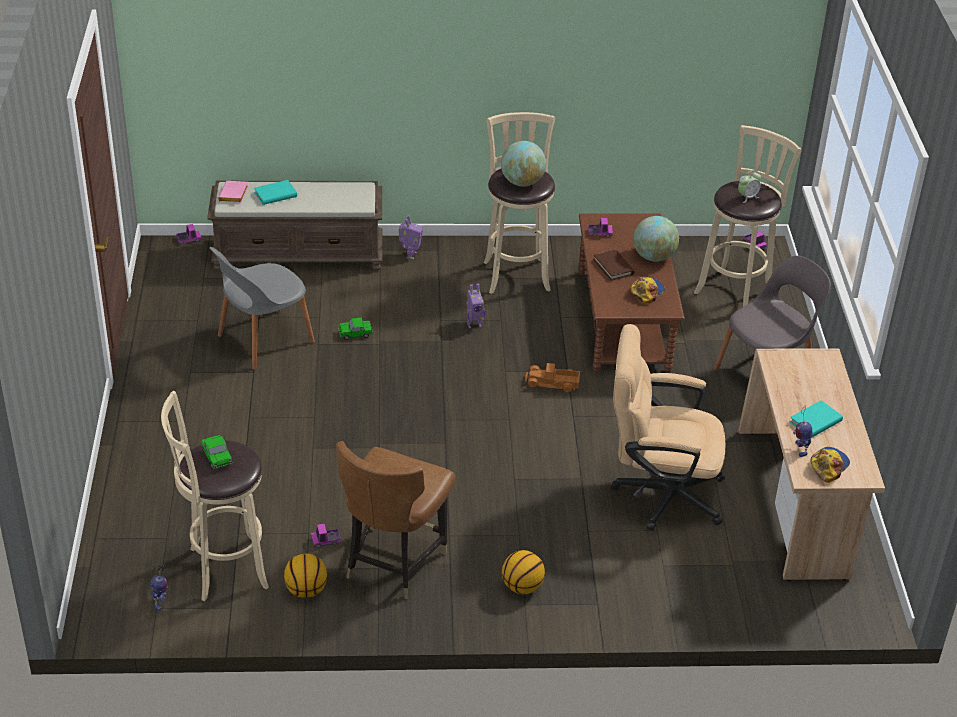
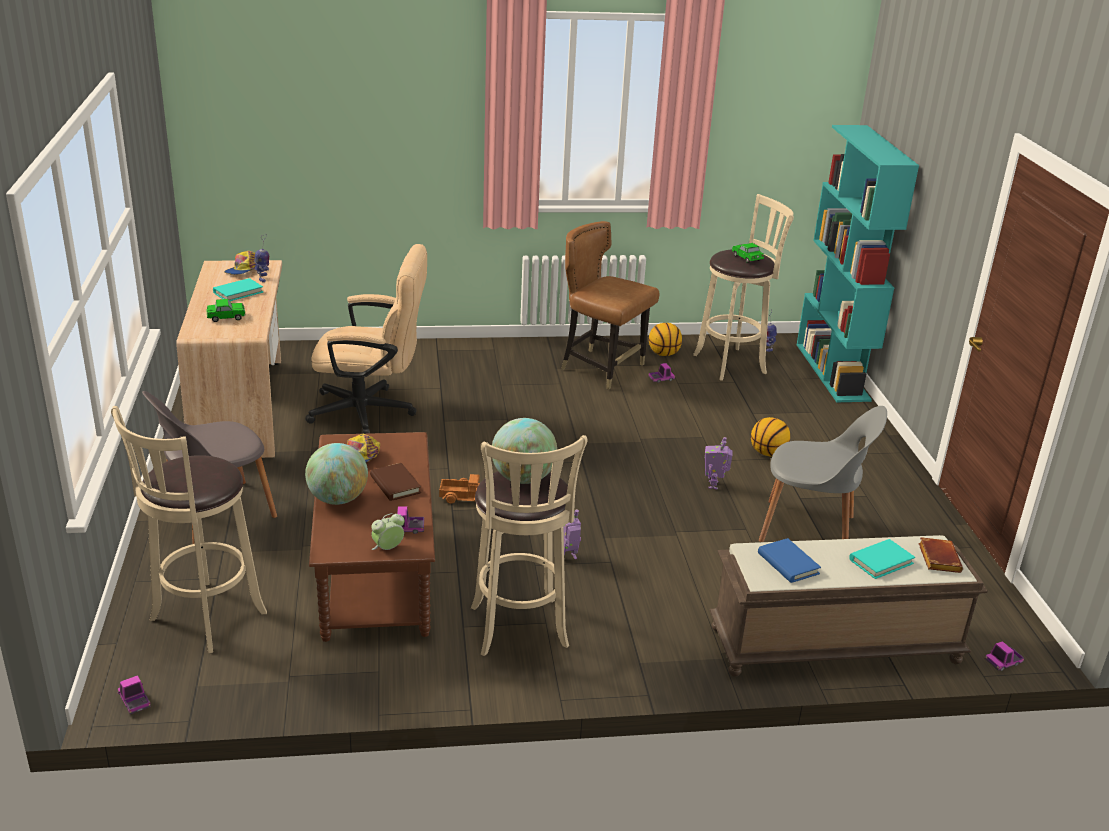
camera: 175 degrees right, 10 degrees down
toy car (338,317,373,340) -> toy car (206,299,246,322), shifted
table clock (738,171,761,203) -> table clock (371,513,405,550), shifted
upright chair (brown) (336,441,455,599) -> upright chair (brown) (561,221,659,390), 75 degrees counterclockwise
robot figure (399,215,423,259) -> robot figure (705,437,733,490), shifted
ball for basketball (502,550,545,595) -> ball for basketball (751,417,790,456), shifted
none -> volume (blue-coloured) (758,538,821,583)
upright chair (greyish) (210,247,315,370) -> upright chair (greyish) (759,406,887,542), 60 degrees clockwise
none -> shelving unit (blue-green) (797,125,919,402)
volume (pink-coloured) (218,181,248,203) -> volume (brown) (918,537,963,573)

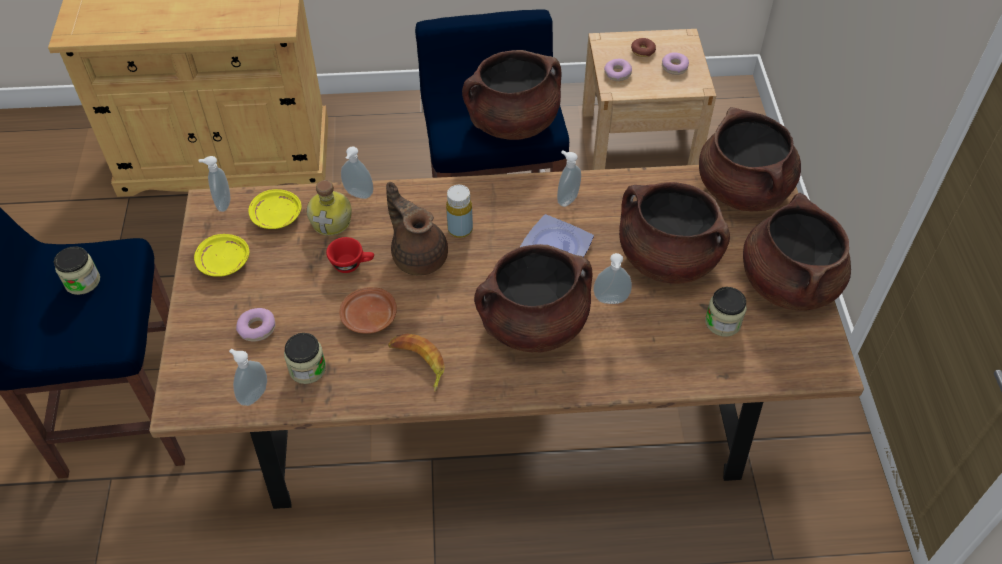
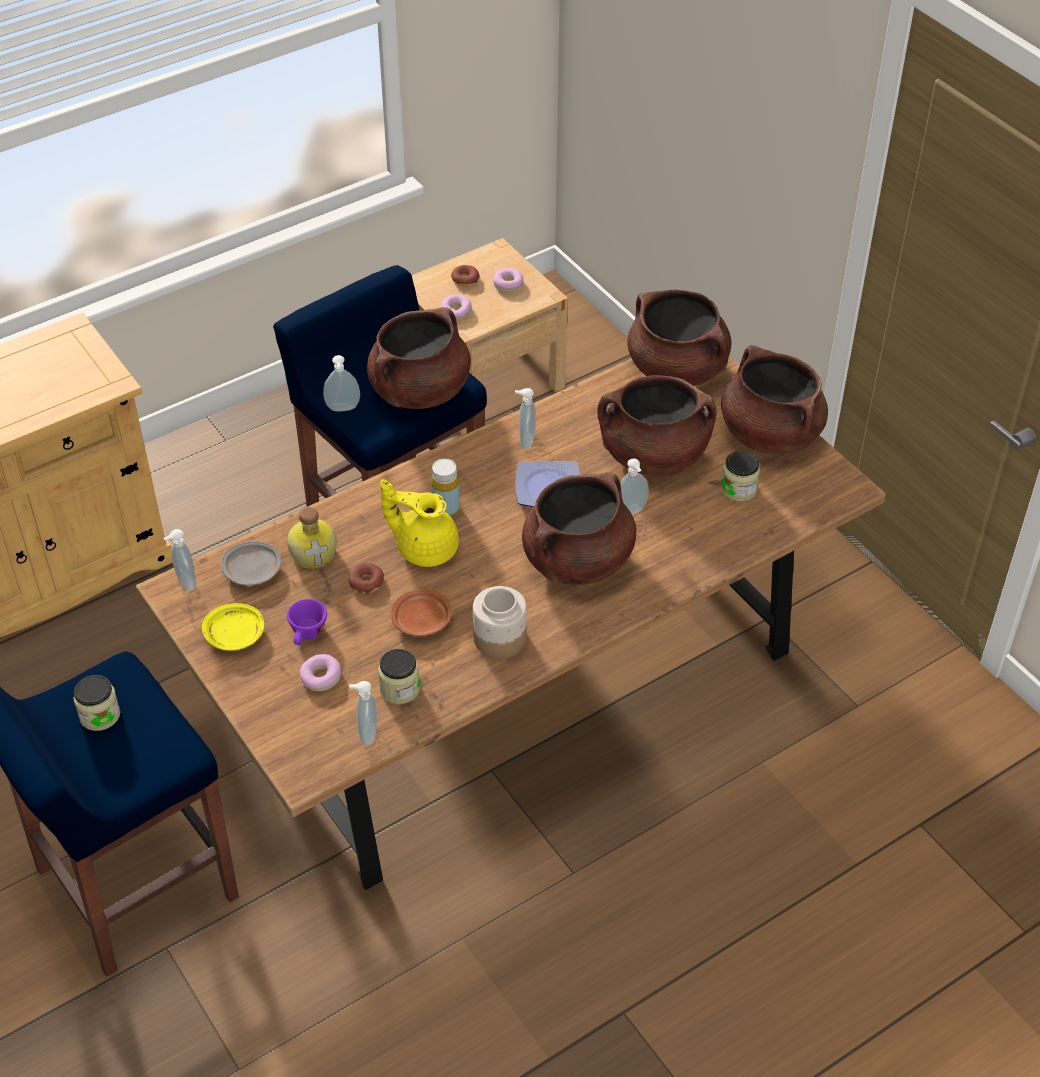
camera: 30 degrees left, 5 degrees down
dinner plate (yellow-coloured) (248,189,302,229) -> dinner plate (greyish) (221,541,281,586)
none -> cup (purple-coloured) (287,599,327,645)
soap bottle (341,146,374,199) -> soap bottle (323,355,360,411), shifted
cup (red-coloured) (326,237,374,273) -> doughnut (348,563,384,595)
pot for tea (brown) (386,182,448,276) -> pot for tea (yellow-coloured) (380,479,459,567)
banana fruit (388,333,445,392) -> jar (473,586,527,658)

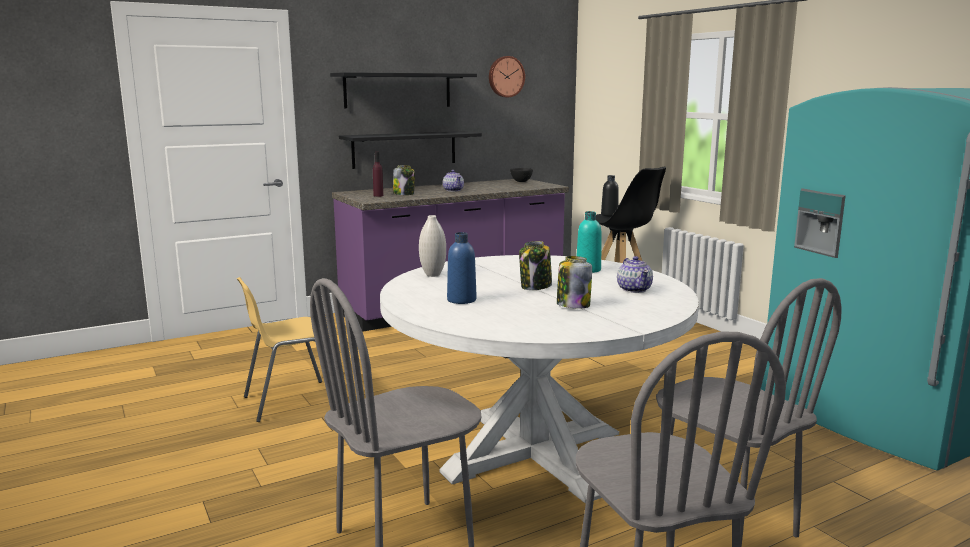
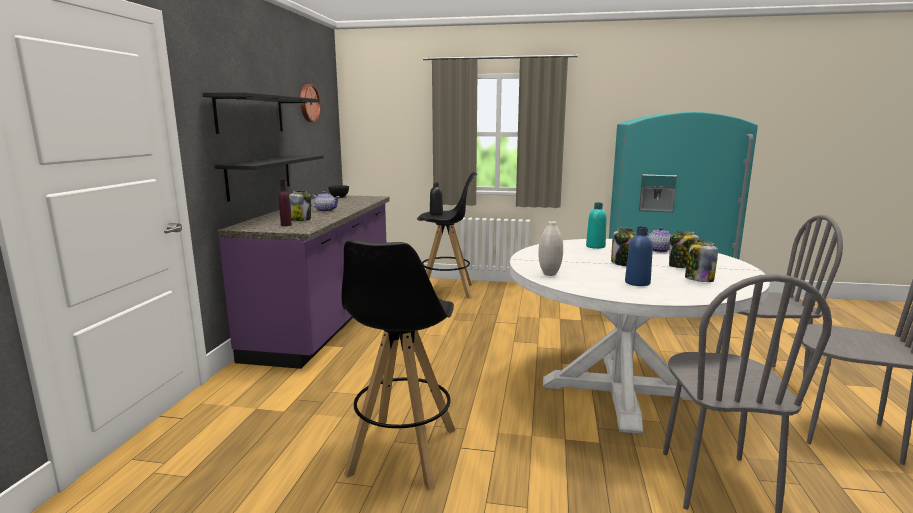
camera: 50 degrees left, 0 degrees up
upright chair (yellow-coloured) (237,277,322,422) -> stool seat (blackish) (341,240,456,490)
none -> jar (685,240,718,282)

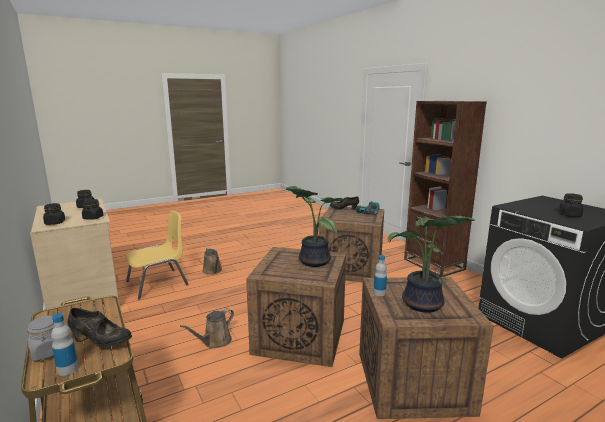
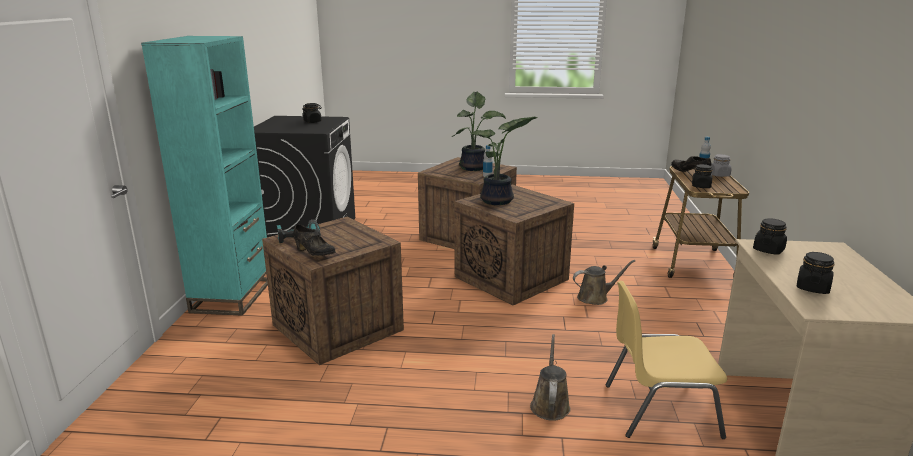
camera: 145 degrees left, 5 degrees up
shelving unit (brown) (404,101,487,277) -> shelving unit (blue-green) (141,36,268,316)
jar (blackish) (43,203,65,225) -> jar (blackish) (692,164,713,188), shifted

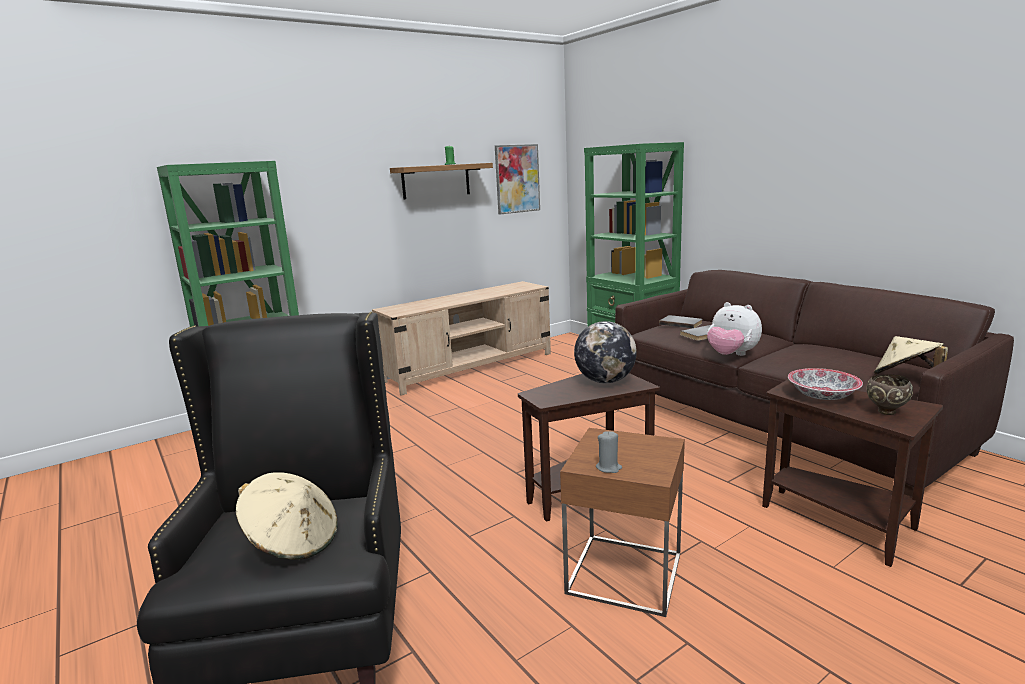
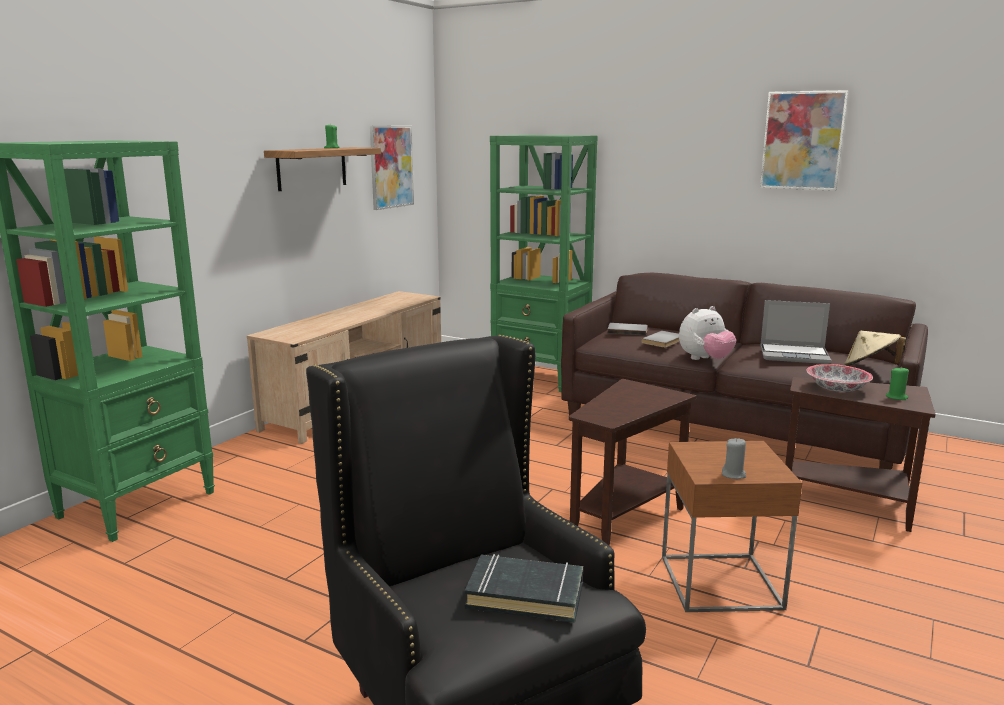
camera: 25 degrees left, 0 degrees up
wearable hat (beige) (236,472,338,560) -> volume (blackish) (465,554,583,623)
soft toy (707,302,762,356) -> soft toy (679,306,736,360), 45 degrees counterclockwise
none -> wall art (760,90,849,191)
none -> notebook computer (760,300,831,364)
bowl (brown) (866,375,913,415) -> candle (greenish) (886,368,909,400)
desk globe (574,321,637,383) -> none

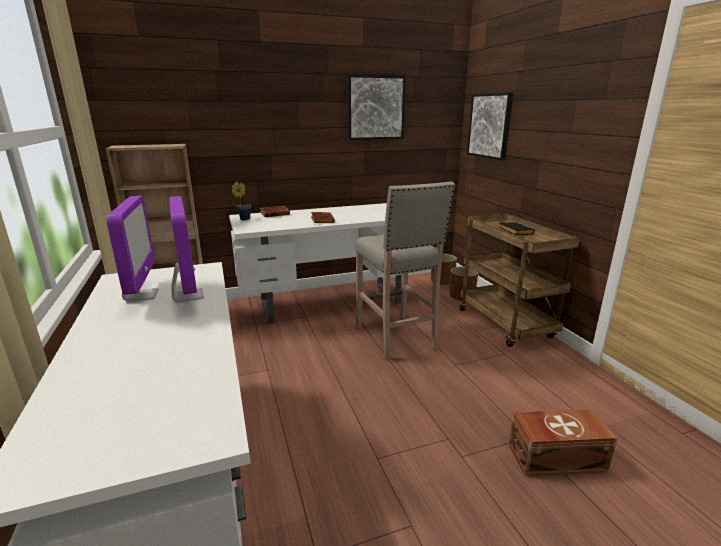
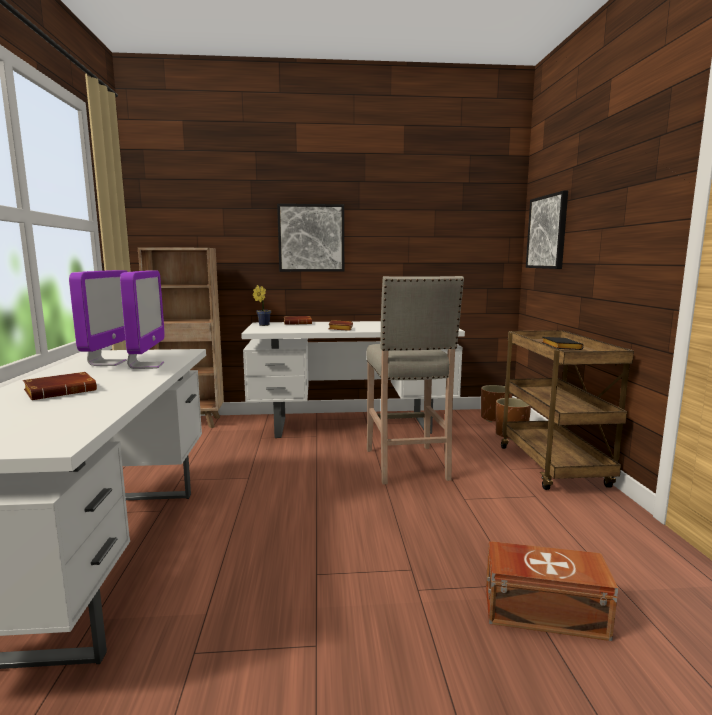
camera: 15 degrees right, 10 degrees down
none -> volume (brown) (23,372,97,400)
wall art (347,75,406,140) -> wall art (277,204,344,272), shifted

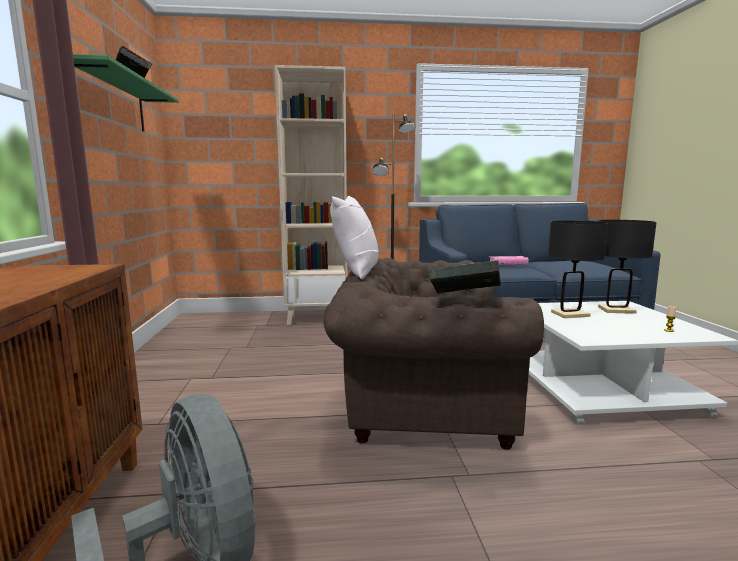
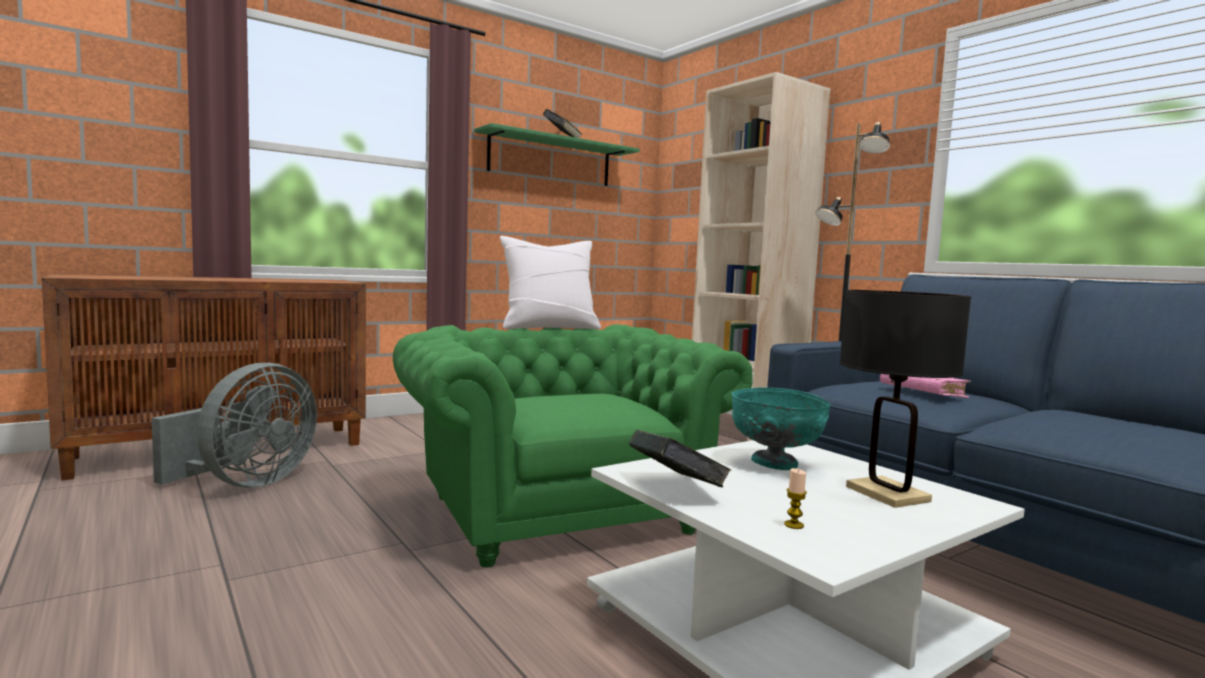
camera: 60 degrees right, 5 degrees down
armchair (brown) (324,258,544,450) -> armchair (greenish) (393,324,753,568)
volume (429,260,501,294) -> volume (629,430,732,487), shifted
lamp for a table (blackish) (548,221,608,318) -> bowl (blue-green) (731,387,831,470)

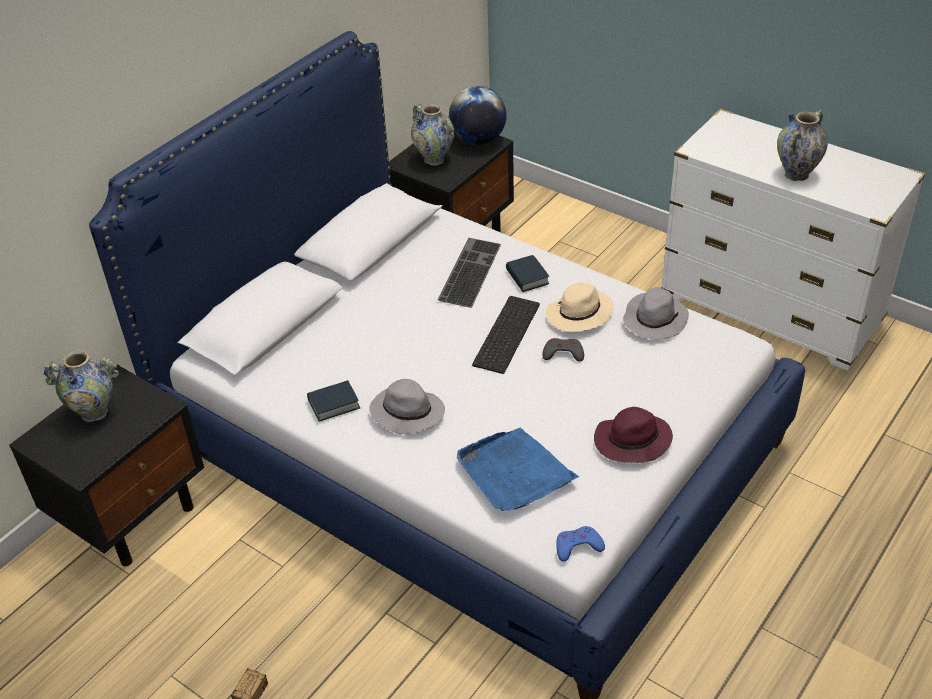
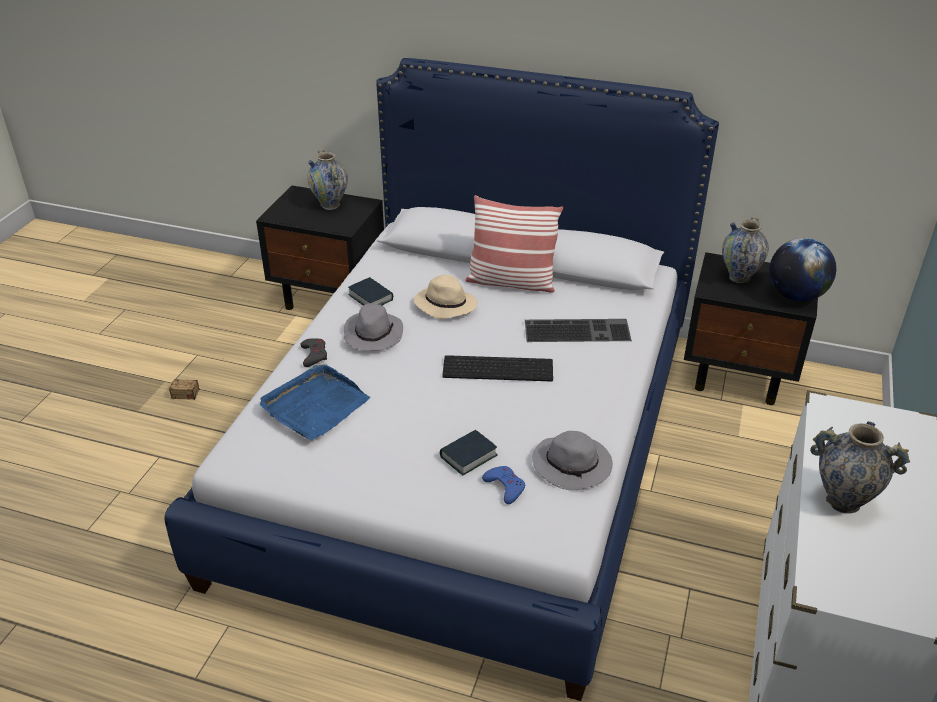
camera: 70 degrees right, 5 degrees down
gamepad (greyish) (542,338,584,361) -> gamepad (greyish) (301,338,327,367), shifted
wearable hat (beige) (546,282,614,332) -> wearable hat (beige) (414,275,477,319), shifted
volume (506,255,549,292) -> volume (440,430,498,475), shifted
none -> throw pillow (465,195,563,293)
gamepad (blue-coloured) (556,526,605,562) -> gamepad (blue-coloured) (482,466,525,504), shifted
wearable hat (purple-coloured) (594,407,673,463) -> none

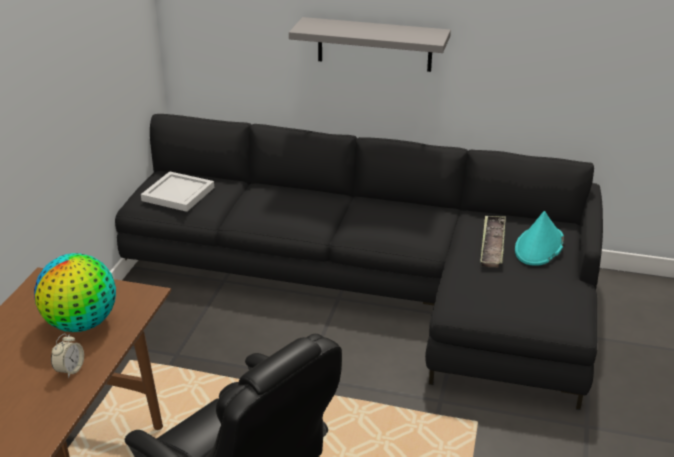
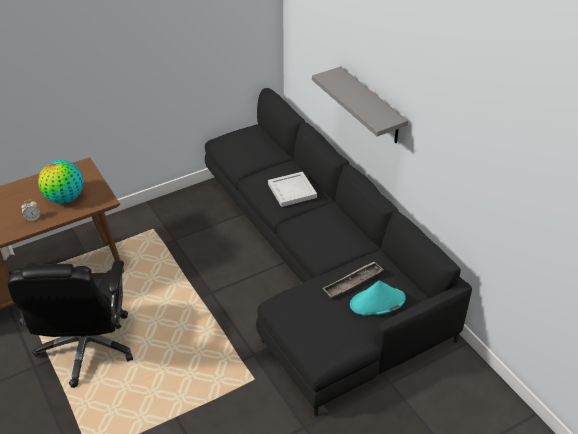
camera: 45 degrees right, 10 degrees up
carrying tray (white-coloured) (141,171,214,212) -> carrying tray (white-coloured) (268,172,317,207), shifted

